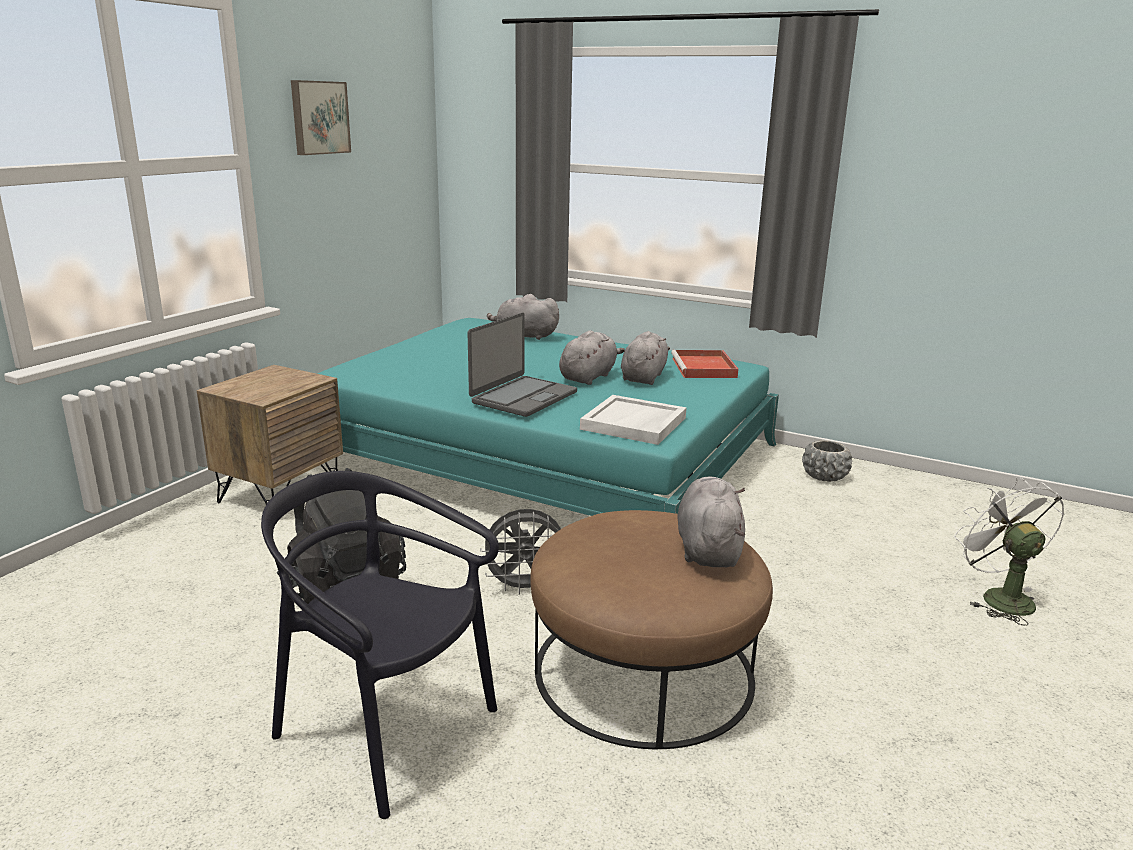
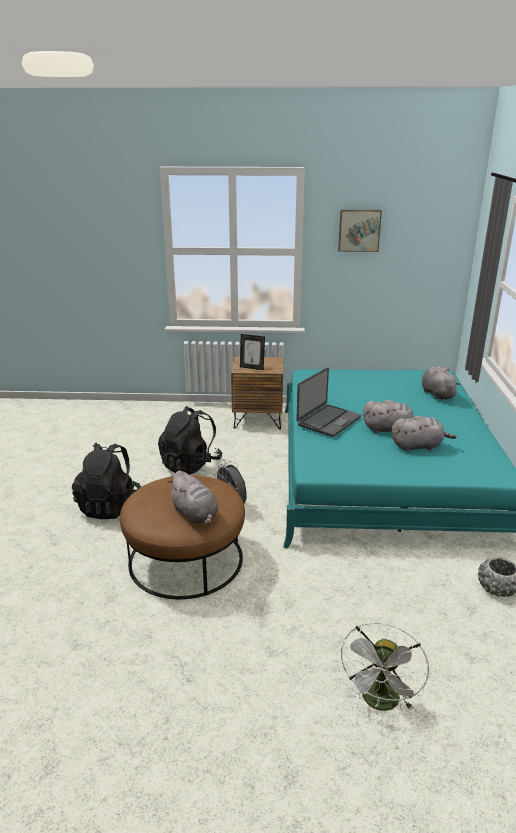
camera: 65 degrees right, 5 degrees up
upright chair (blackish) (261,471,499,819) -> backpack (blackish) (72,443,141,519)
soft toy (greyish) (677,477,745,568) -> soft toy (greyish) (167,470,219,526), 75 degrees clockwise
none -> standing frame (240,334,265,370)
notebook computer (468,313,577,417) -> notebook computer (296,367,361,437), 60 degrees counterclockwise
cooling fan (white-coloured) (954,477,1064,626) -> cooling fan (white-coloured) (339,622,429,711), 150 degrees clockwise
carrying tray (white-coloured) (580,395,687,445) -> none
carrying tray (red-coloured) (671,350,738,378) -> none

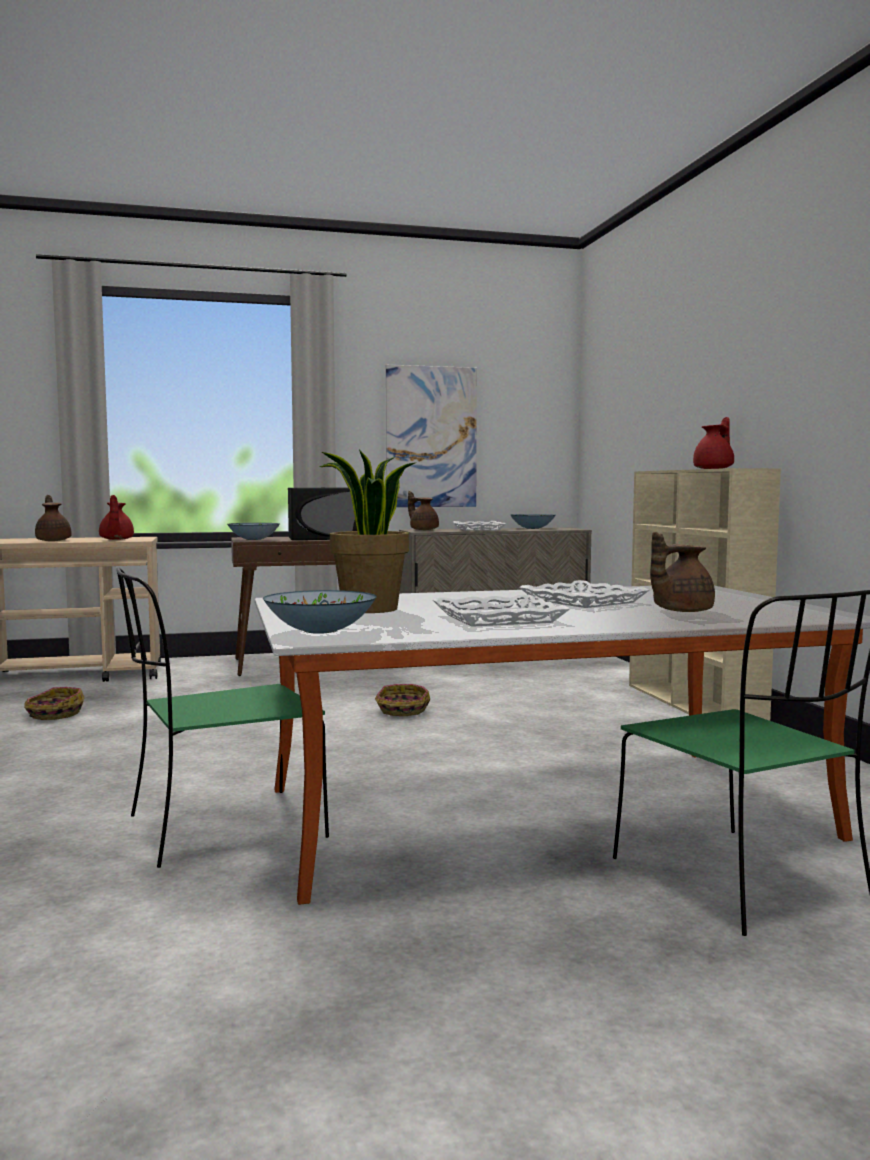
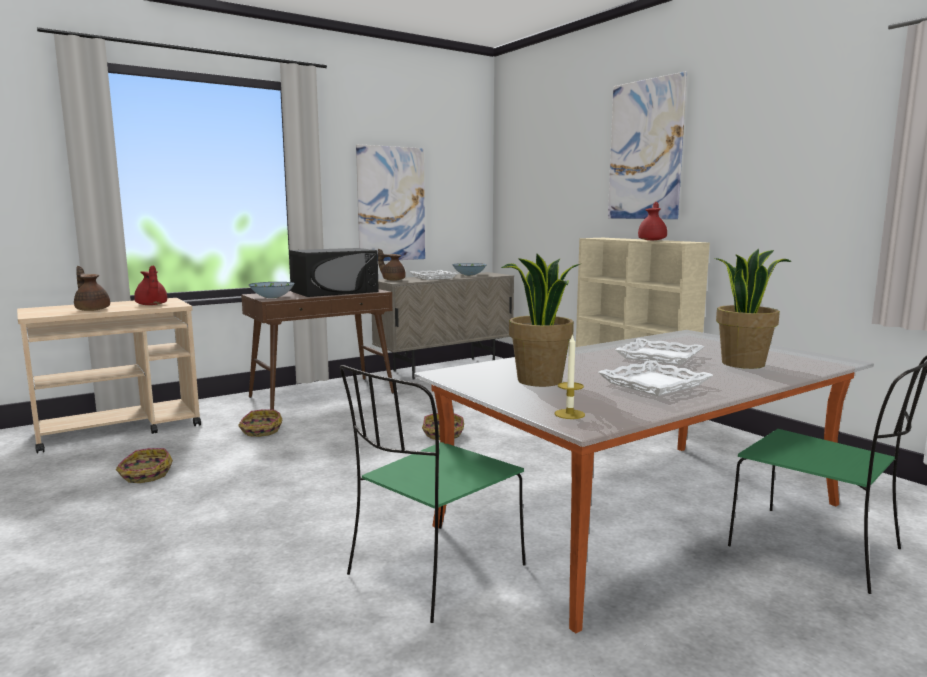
camera: 20 degrees left, 5 degrees up
none -> storage basket (238,409,282,437)
bowl (263,590,377,633) -> candle (555,334,585,419)
none -> wall art (608,71,687,219)
pot for tea (brown) (650,532,715,612) -> potted plant (715,248,792,369)

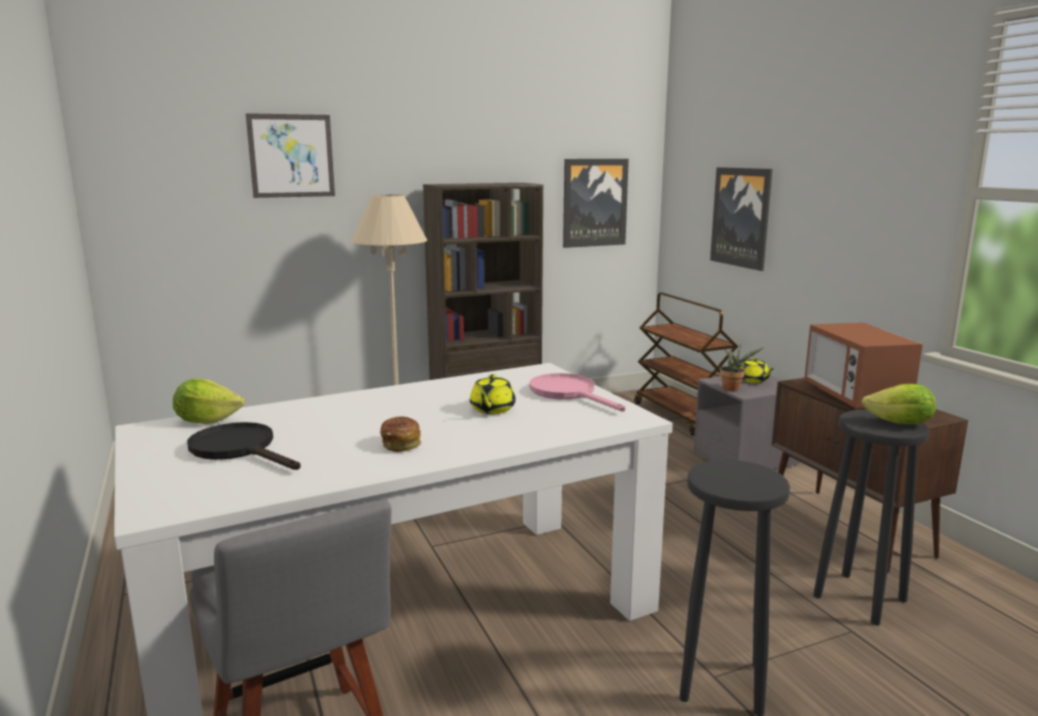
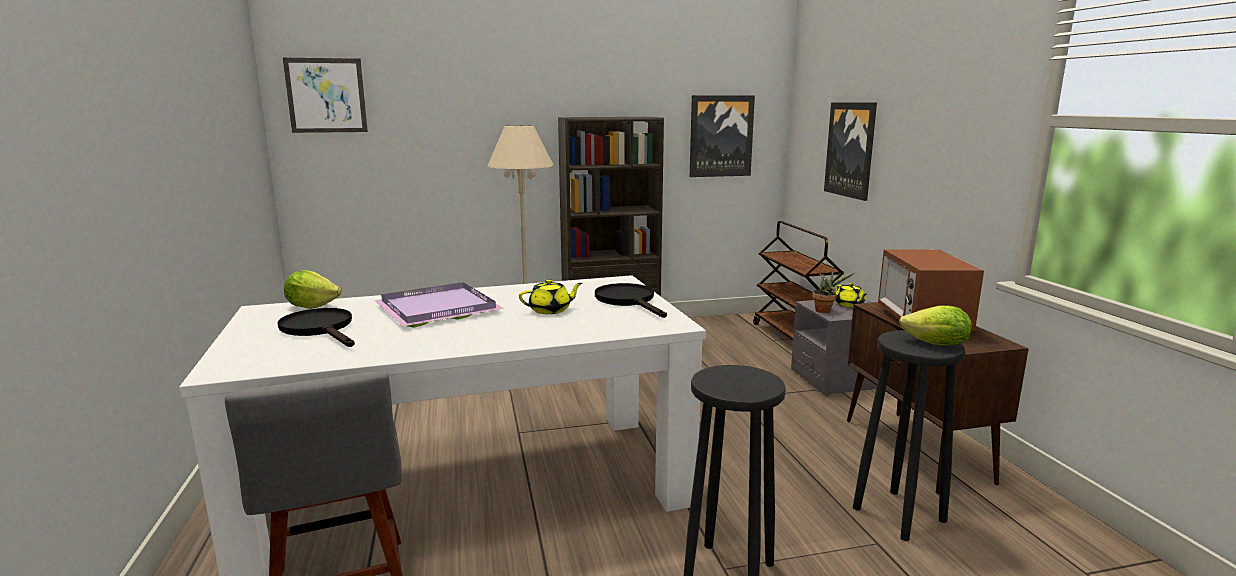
camera: 10 degrees right, 0 degrees up
wall art (246,113,335,198) -> wall art (283,58,368,133), shifted
none -> carrying tray (purple-coloured) (374,282,504,328)
pot for tea (yellow-coloured) (470,374,516,414) -> pot for tea (yellow-coloured) (519,279,582,314), 135 degrees counterclockwise
pan (pink-coloured) (529,373,626,411) -> pan (blackish) (595,283,667,318)
baked bread (380,416,421,452) -> none

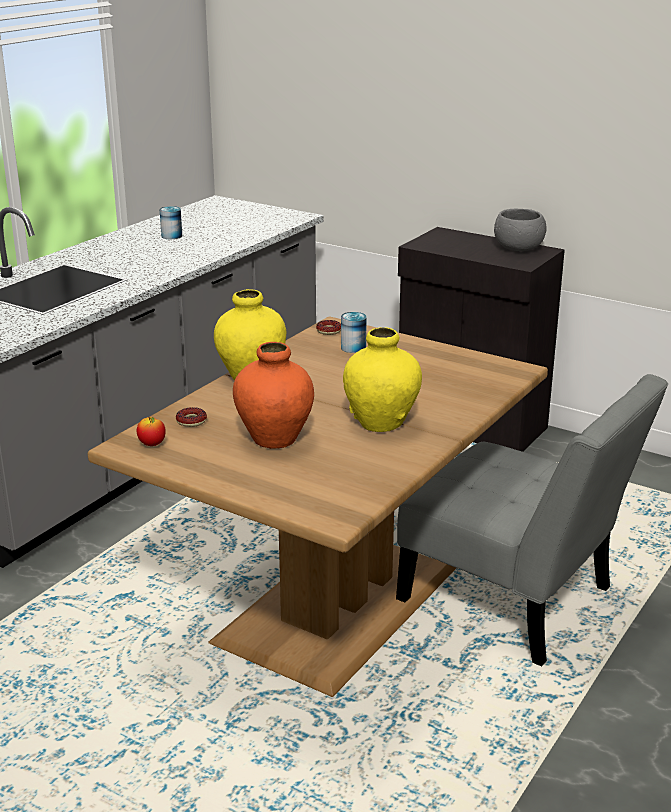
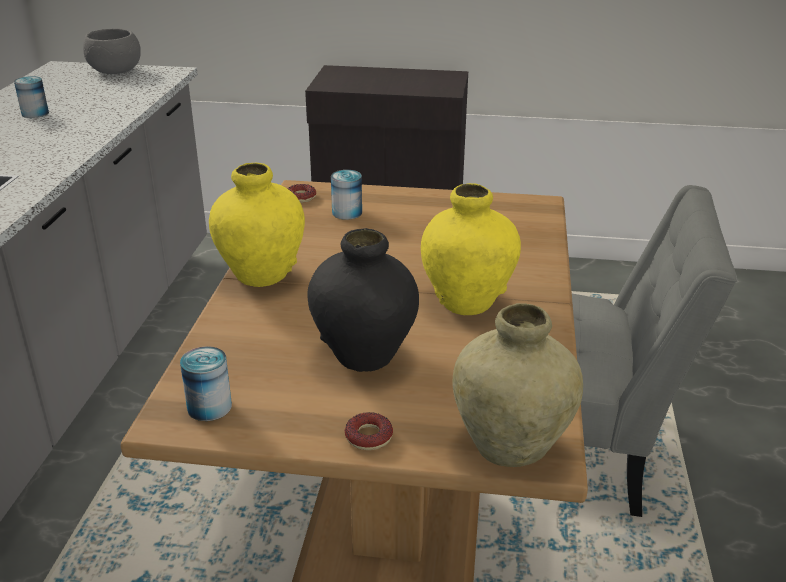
camera: 25 degrees left, 5 degrees up
bowl (greyish) (494,209,546,251) -> bowl (greyish) (83,28,141,74), shifted
apple fruit (137,417,166,446) -> metal can (180,346,232,421)
flower vase (orangey) (233,342,314,449) -> flower vase (blackish) (307,228,419,372)
doughnut (176,407,207,427) -> doughnut (345,412,393,450), shifted
none -> flower vase (beige) (453,303,583,467)

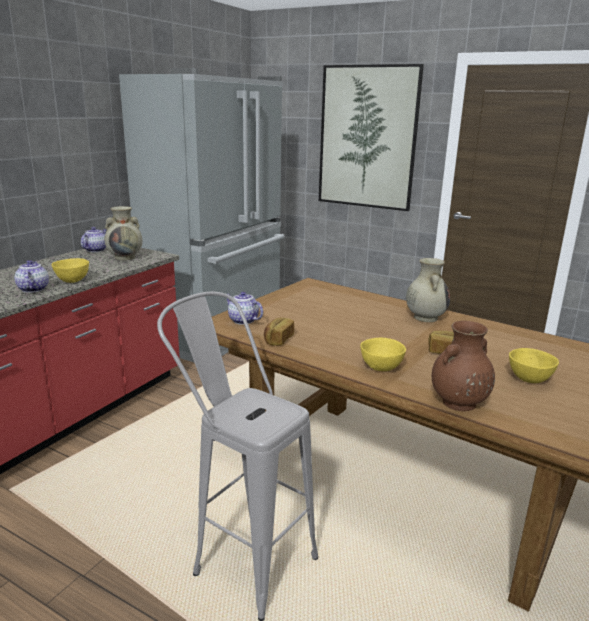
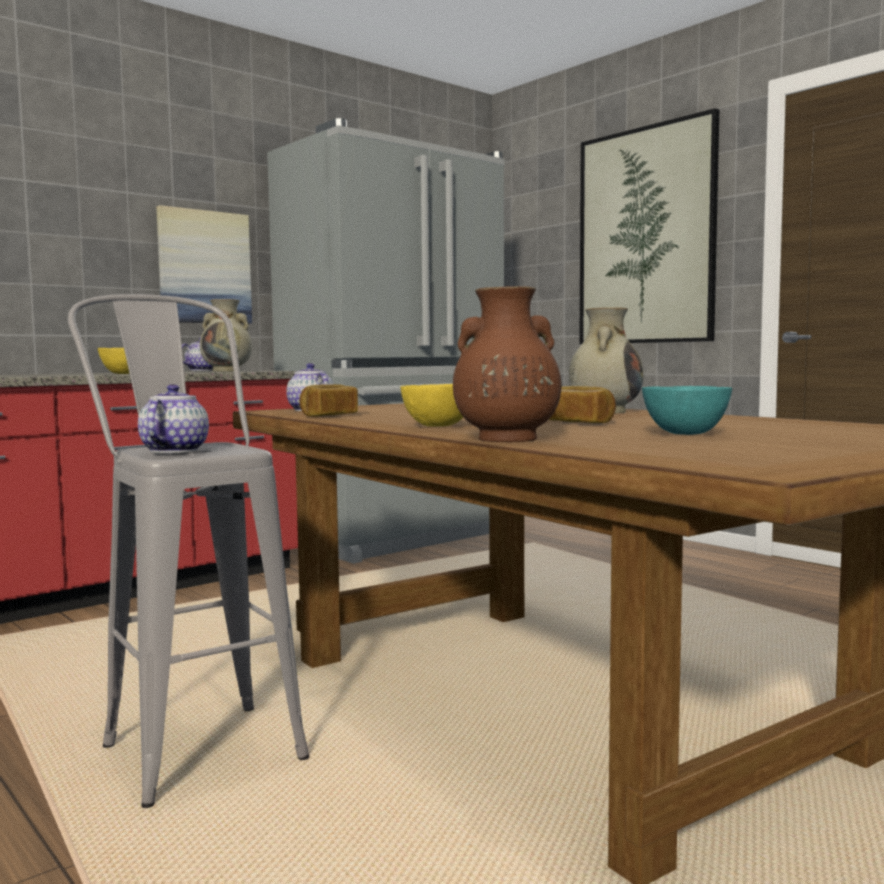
camera: 20 degrees right, 15 degrees down
pot for tea (14,260,49,293) -> pot for tea (138,384,209,453), shifted
none -> wall art (156,205,252,324)
bowl (yellow-coloured) (509,348,559,383) -> bowl (blue-green) (642,386,732,435)

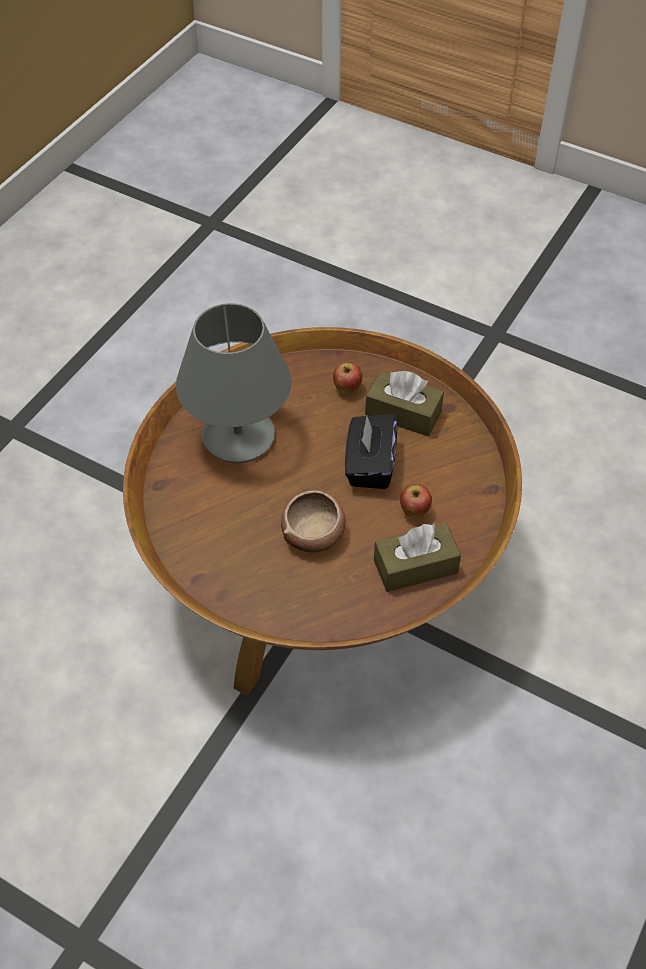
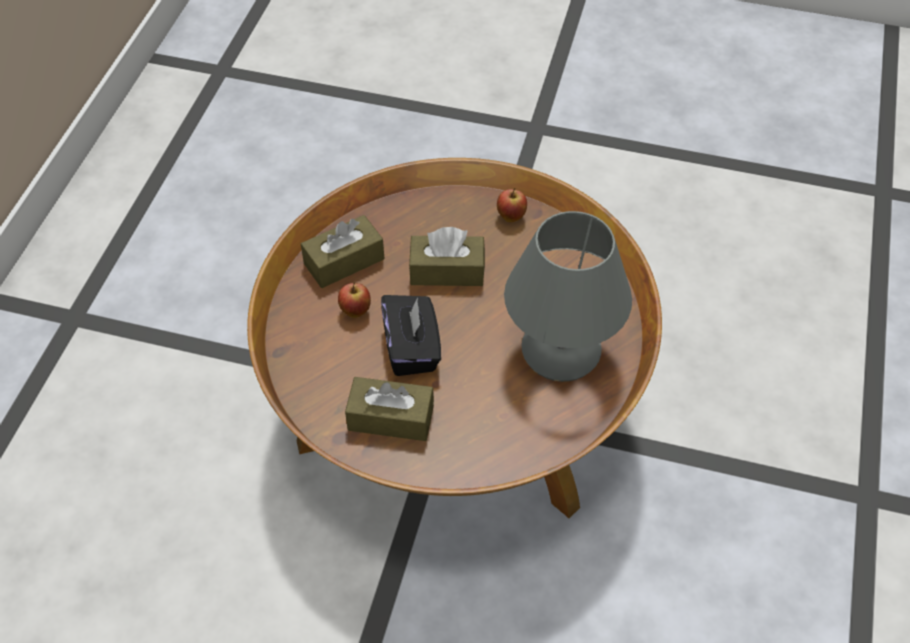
camera: 165 degrees right, 0 degrees up
bowl (281,490,346,553) -> tissue box (brown) (409,227,485,286)
apple fruit (333,362,362,394) -> apple fruit (497,188,527,222), shifted

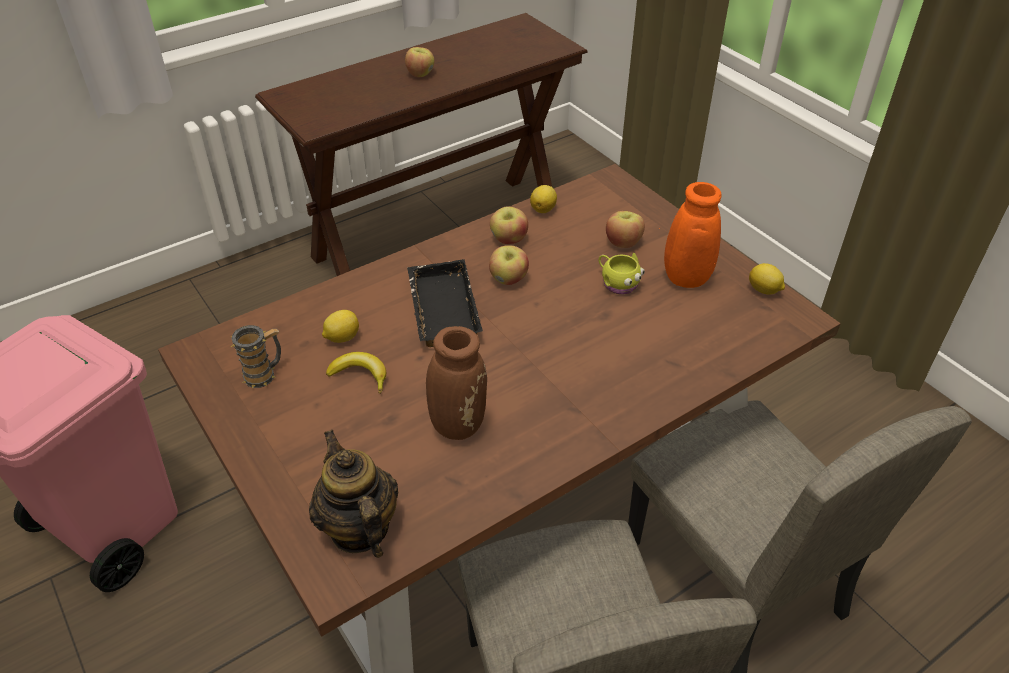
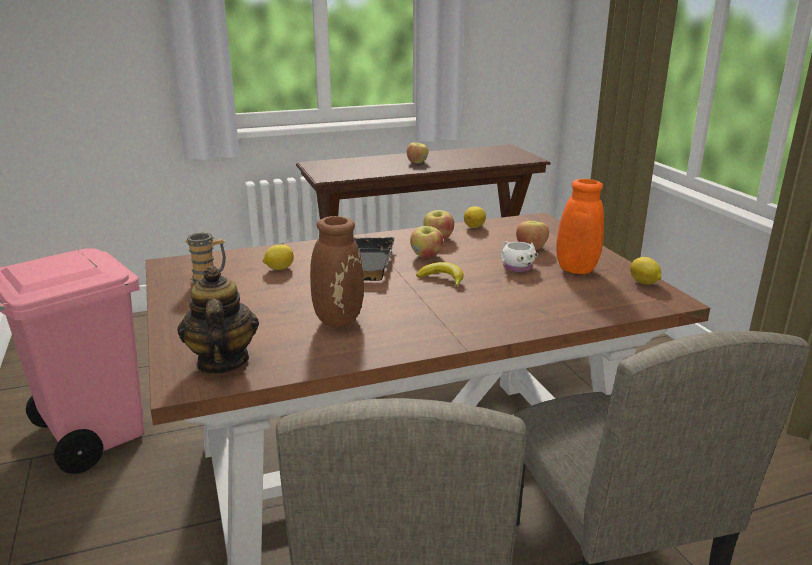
camera: 15 degrees right, 20 degrees down
banana fruit (326,352,386,394) -> banana fruit (416,262,464,288), shifted
coffee mug (yellow-coloured) (599,253,645,295) -> coffee mug (white-coloured) (500,241,537,272)

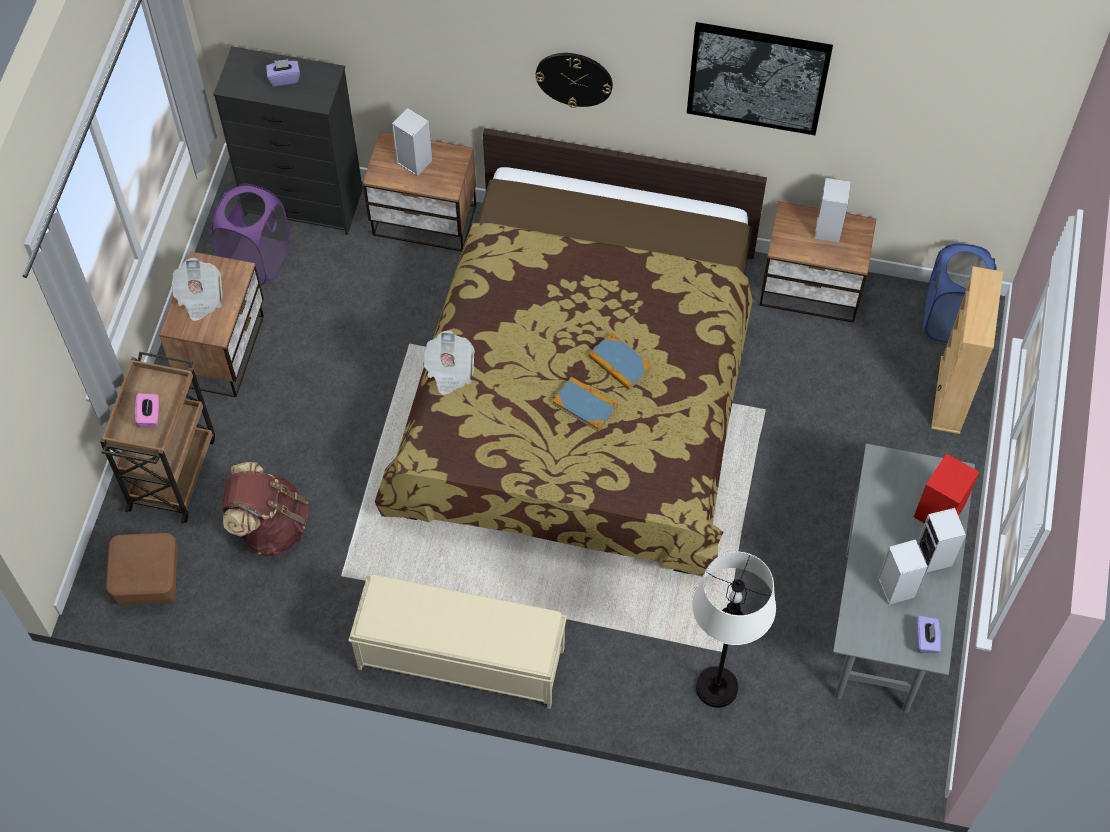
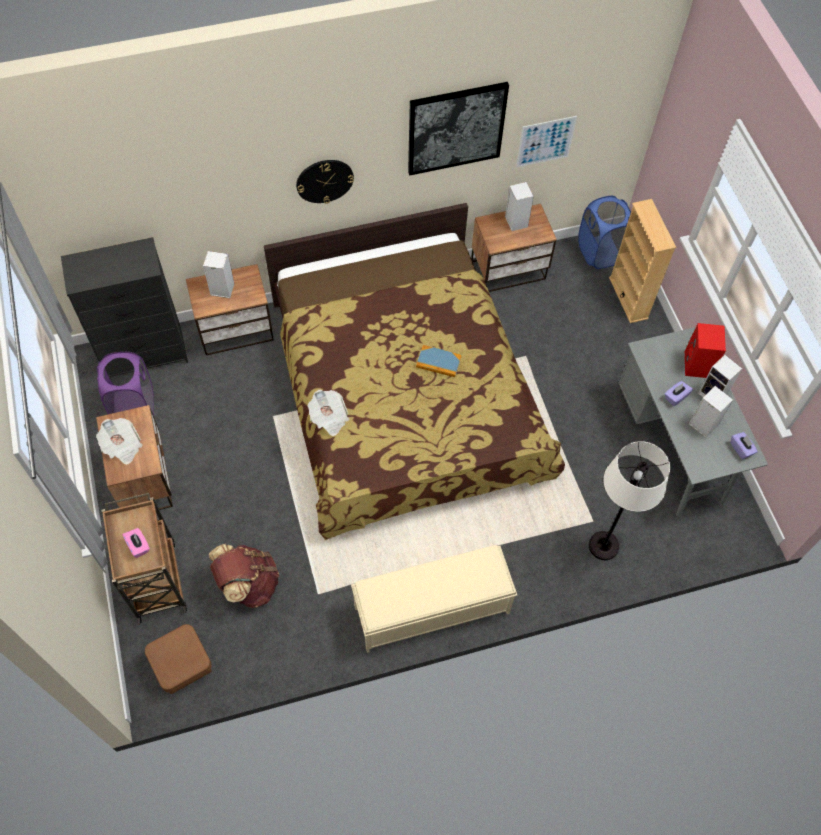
camera: 30 degrees left, 0 degrees up
none -> wall art (516,116,577,167)
tissue box (purple-coloured) (266,59,300,86) -> tissue box (purple-coloured) (665,381,693,406), shifted
volume (553,377,618,432) -> none

